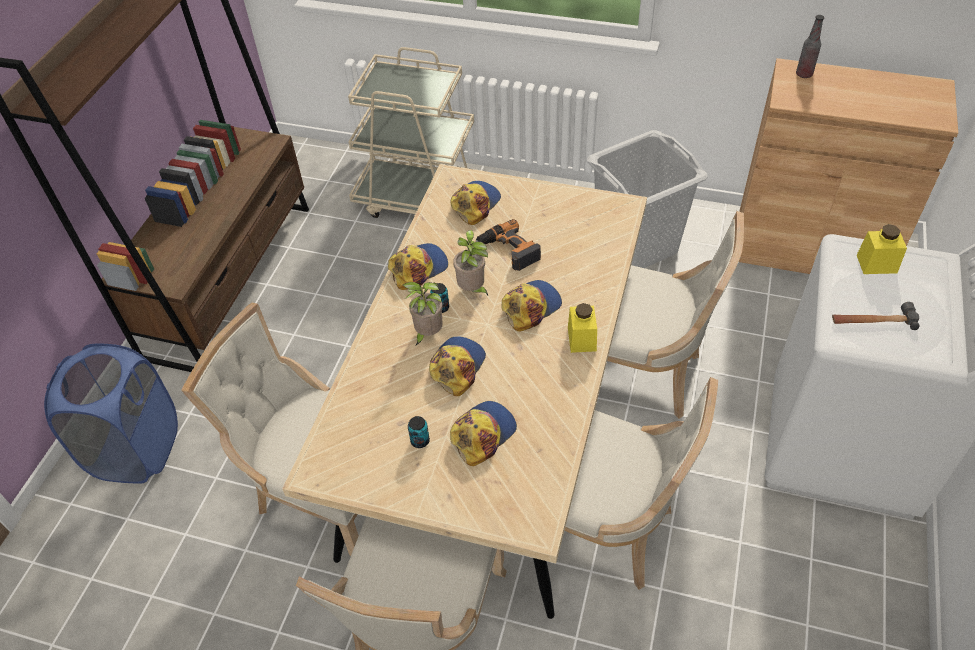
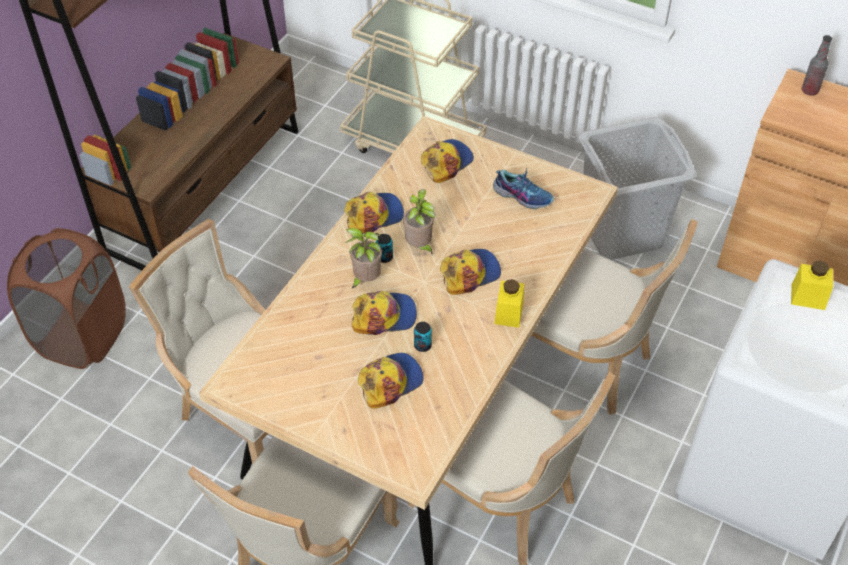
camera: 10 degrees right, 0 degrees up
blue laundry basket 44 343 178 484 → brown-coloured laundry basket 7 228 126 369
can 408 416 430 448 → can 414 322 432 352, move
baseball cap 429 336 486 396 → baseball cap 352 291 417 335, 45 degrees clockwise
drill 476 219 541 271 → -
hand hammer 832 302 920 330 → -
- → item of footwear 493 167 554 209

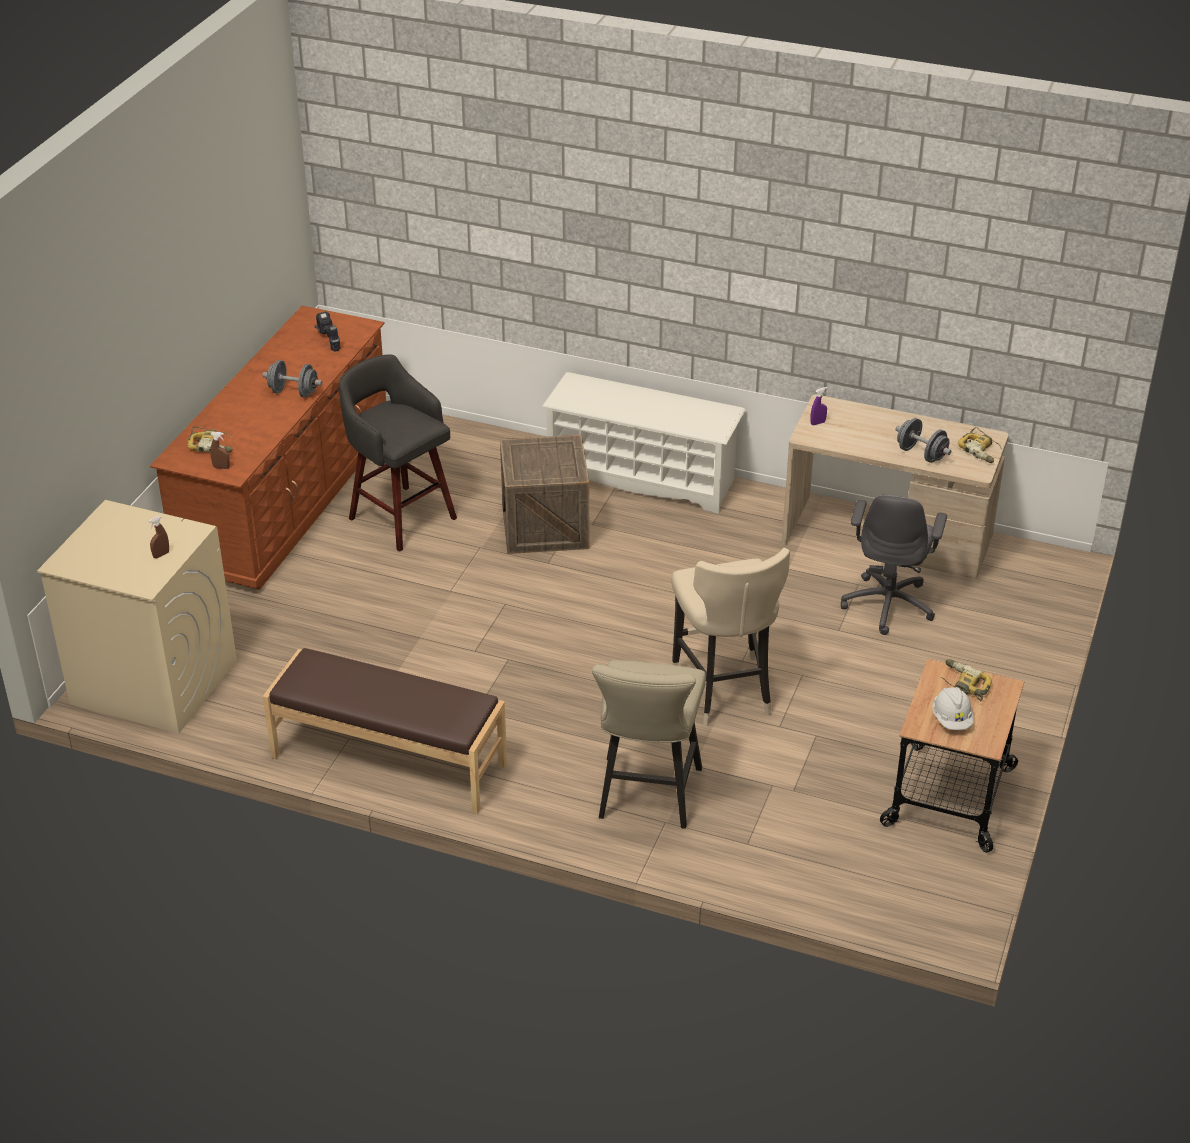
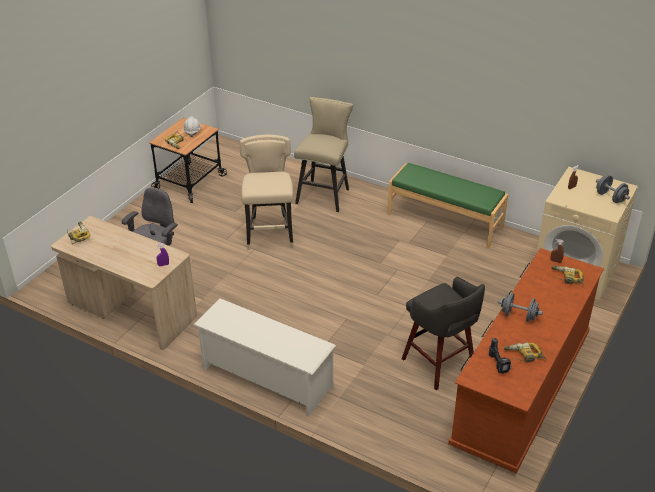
camera: 170 degrees left, 0 degrees up
brown-coloured long seat 263 648 507 814 → green long seat 387 163 508 248
shipping crate 500 435 589 554 → -
gray free weight 895 418 952 463 → gray free weight 596 175 630 203, move
- → drill 504 342 547 363

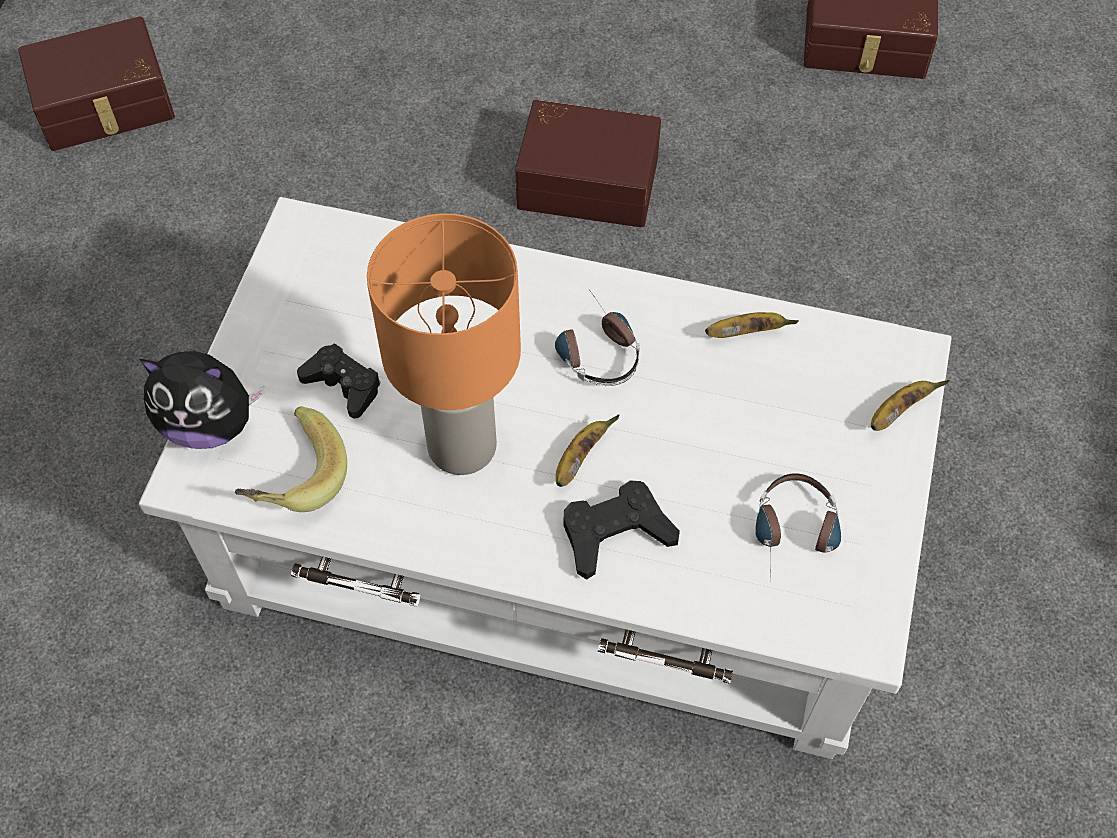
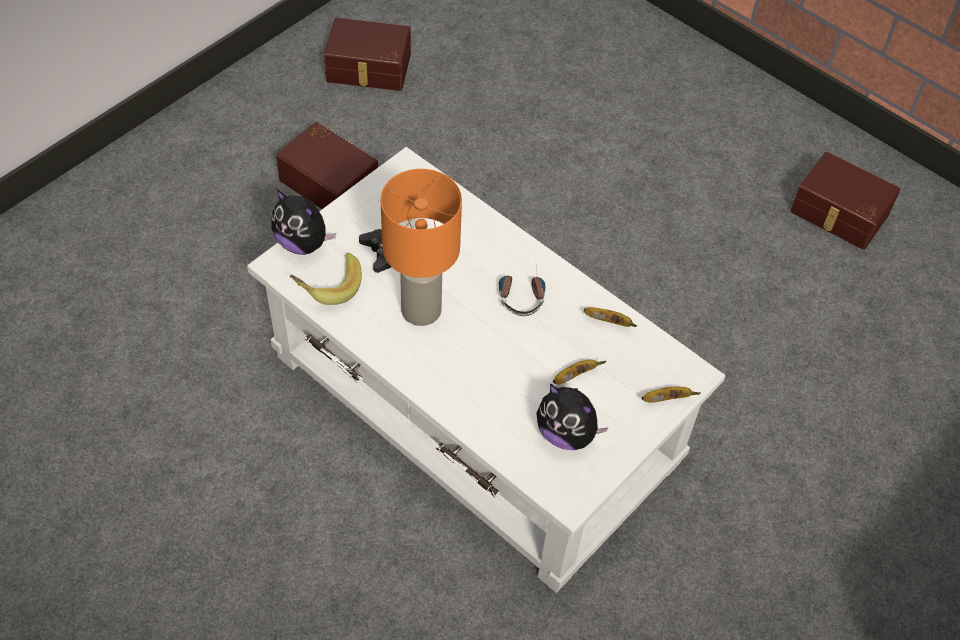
camera: 25 degrees right, 5 degrees down
brown-coloured storage container 515 100 661 228 → brown-coloured storage container 276 122 378 209, move
whole banana 556 415 620 487 → whole banana 553 359 606 384, move
black-coloured joypad 564 481 680 580 → -
headphones 755 473 841 569 → plush toy 536 384 609 450

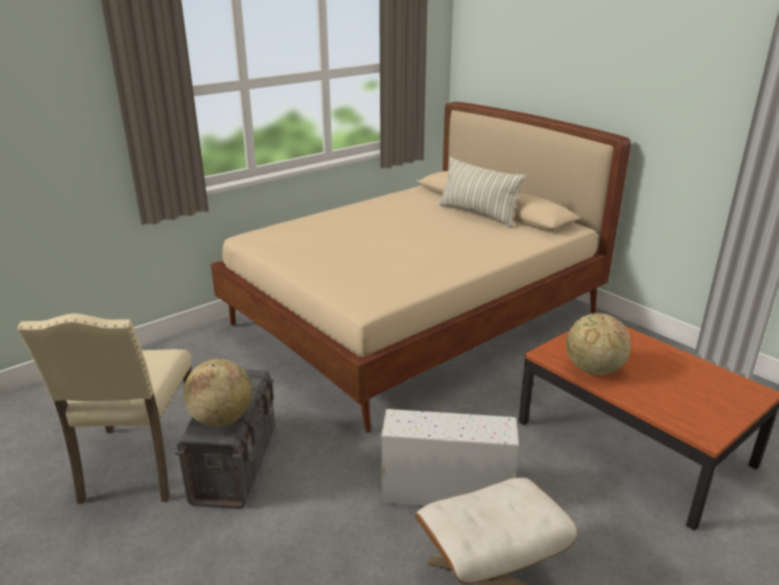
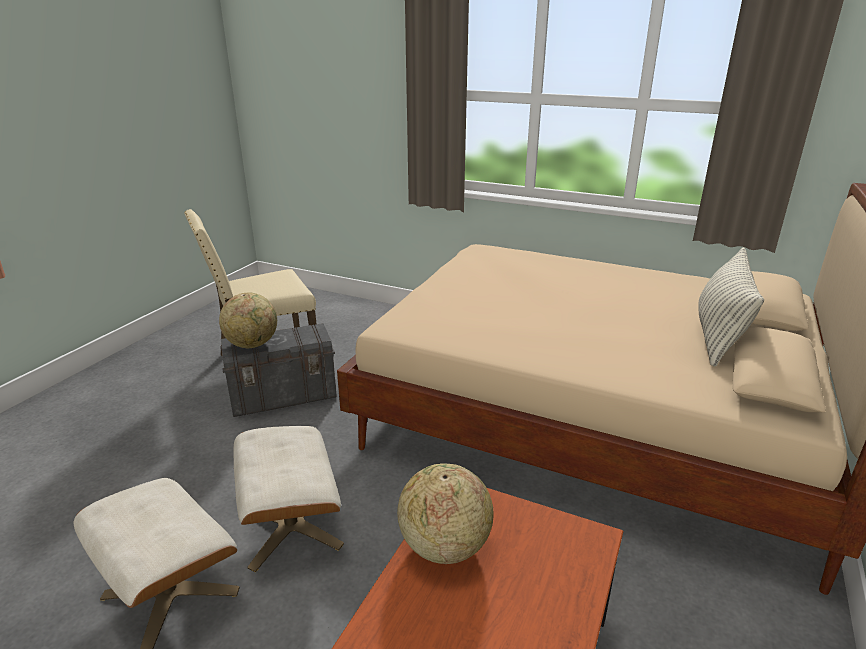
camera: 65 degrees right, 0 degrees up
white storage container 381 409 519 506 → beige-coloured footrest 234 426 344 572

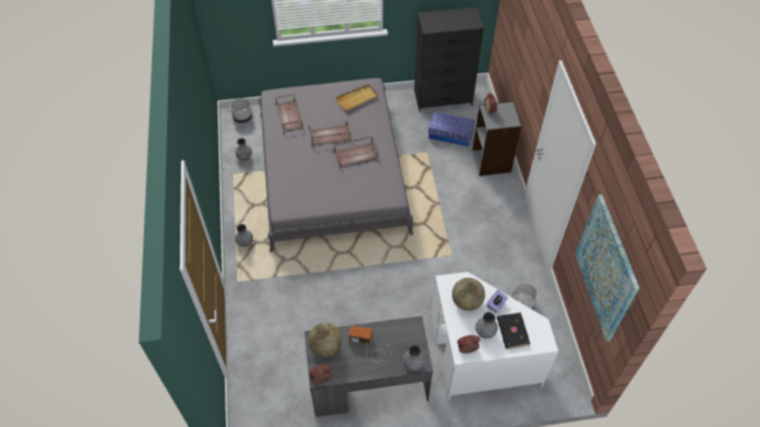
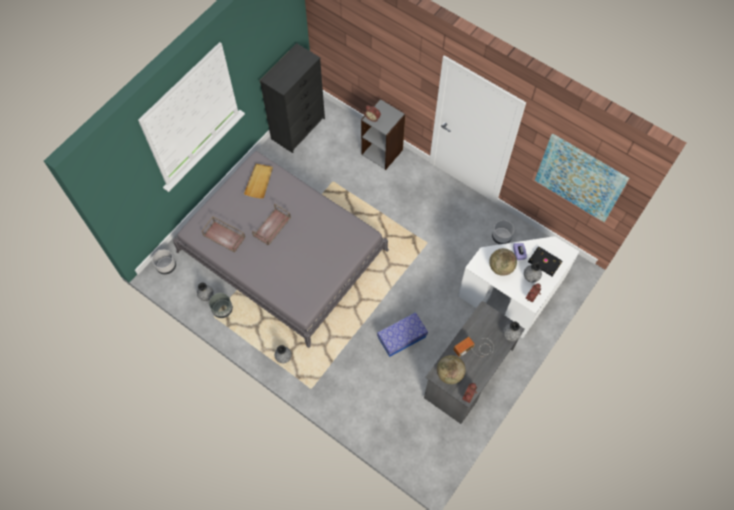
camera: 45 degrees left, 10 degrees up
brown-coloured carrying tray 334 136 378 167 → -
storage container 428 112 475 147 → storage container 377 312 428 357, move
- → gray planter 209 293 233 318

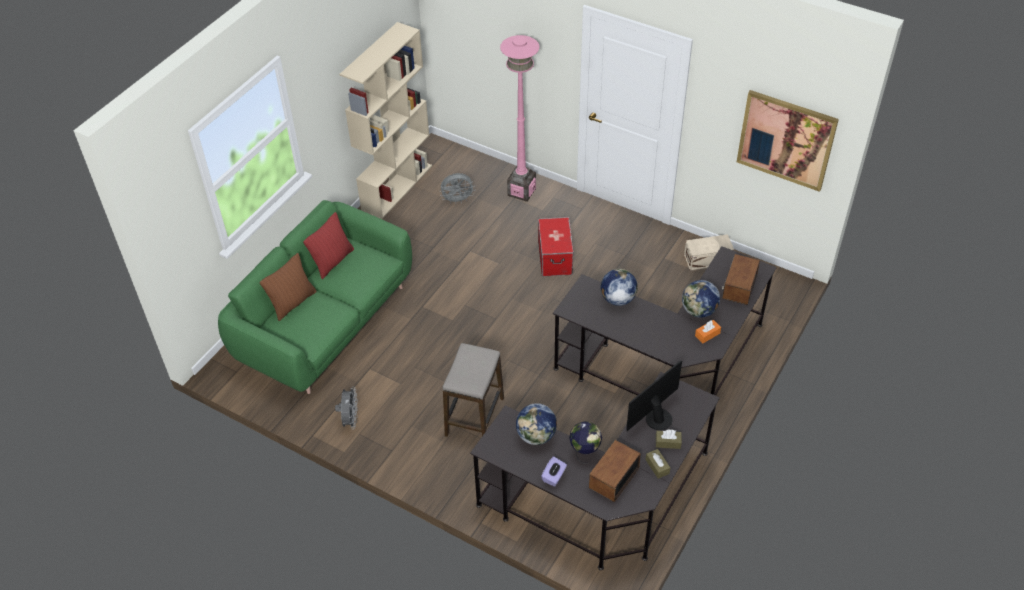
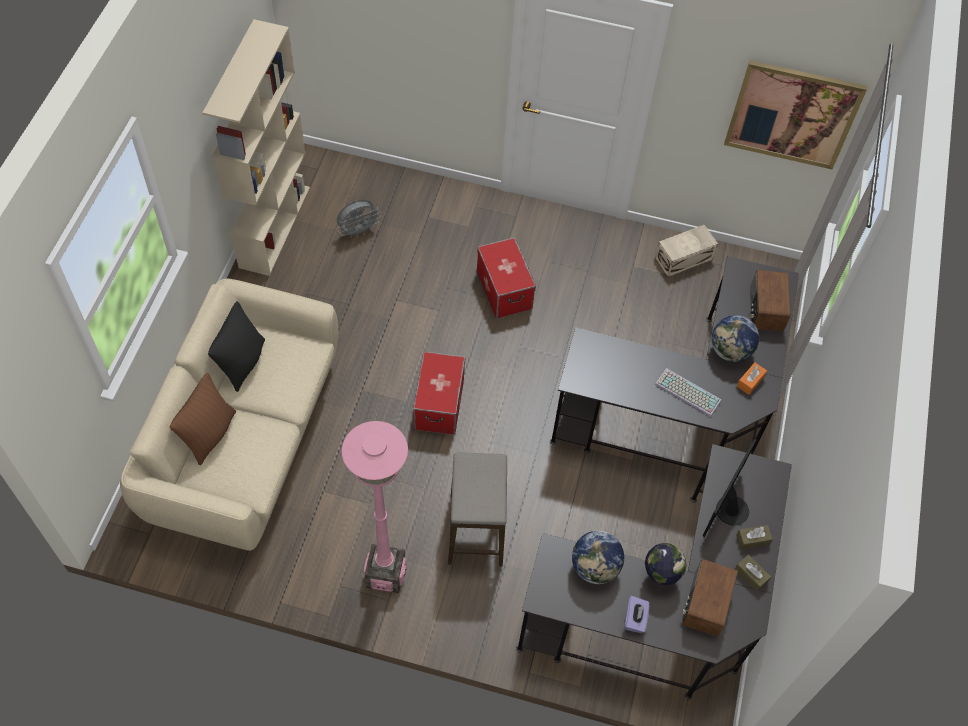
camera: 20 degrees left, 10 degrees up
green settee 218 200 412 394 → beige-coloured settee 120 279 338 551
red-coloured pillow 303 212 354 279 → black-coloured pillow 208 301 265 392
gray cooling fan 335 388 358 428 → -
pink standard lamp 500 35 539 202 → pink standard lamp 341 421 408 593, move
world globe 601 269 638 306 → -
- → storage container 413 351 465 435
- → PC keyboard 655 368 721 417

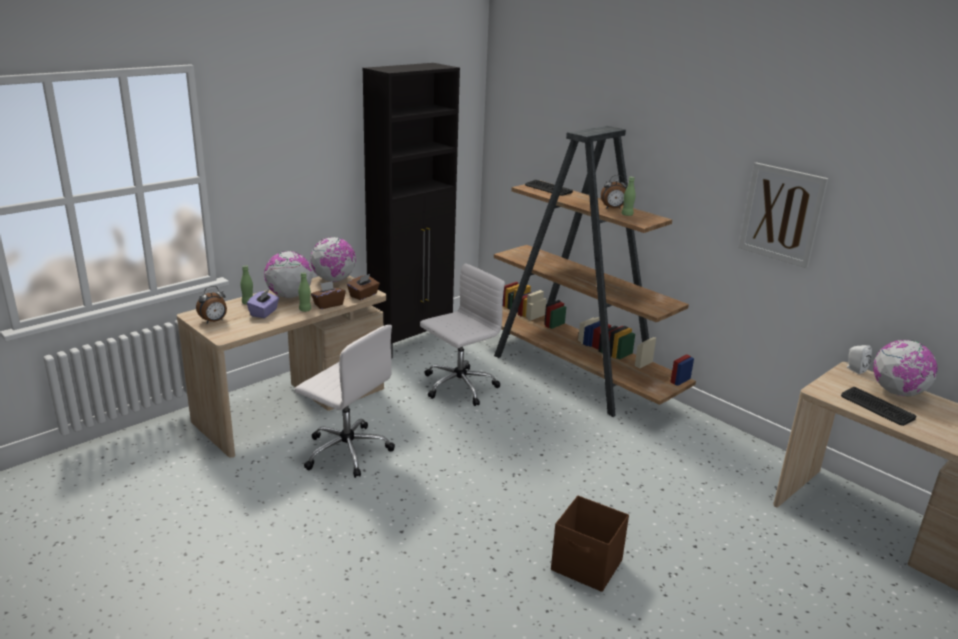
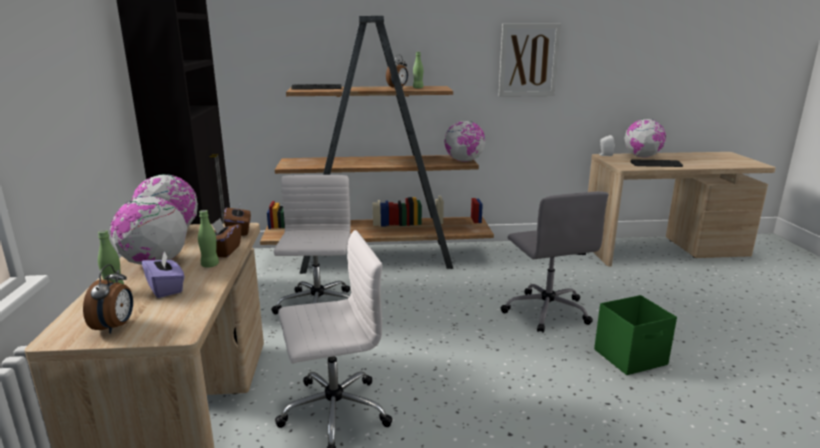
camera: 50 degrees left, 5 degrees down
brown-coloured storage container 551 495 629 592 → green storage container 594 295 677 375
- → world globe 444 121 485 162
- → gray office chair 501 191 609 333

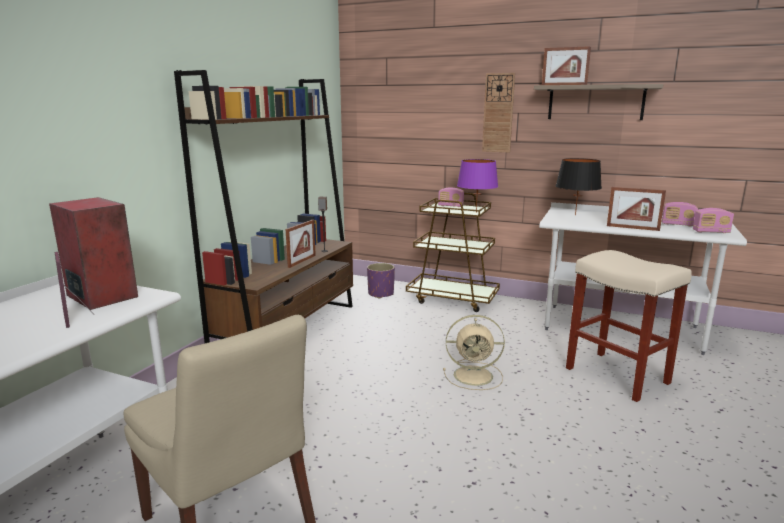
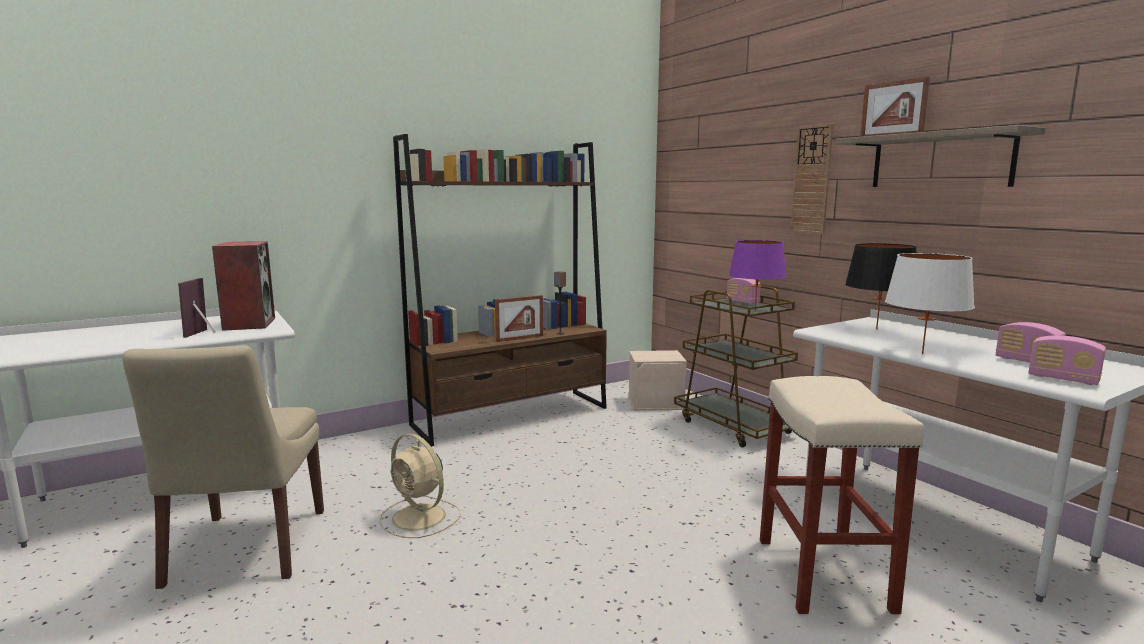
camera: 35 degrees right, 5 degrees down
purple planter 367 263 395 299 → beige-coloured storage container 628 350 687 411
beige-coloured cooling fan 443 315 505 390 → beige-coloured cooling fan 379 433 461 538, move
standing frame 607 187 666 231 → white tabletop lamp 885 253 975 354

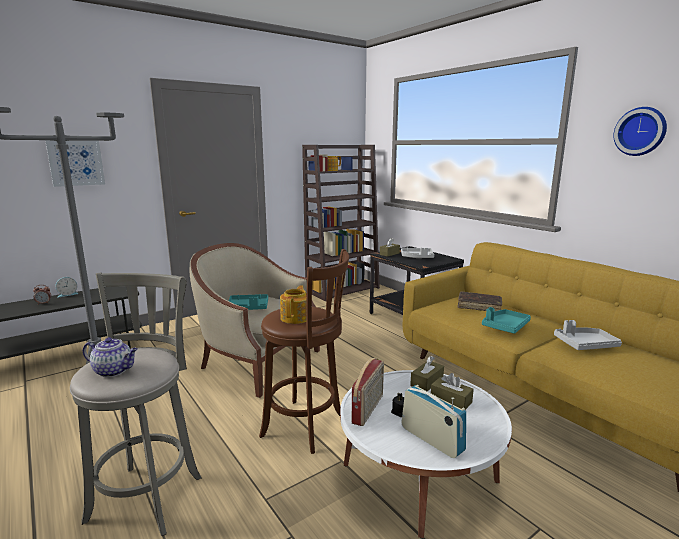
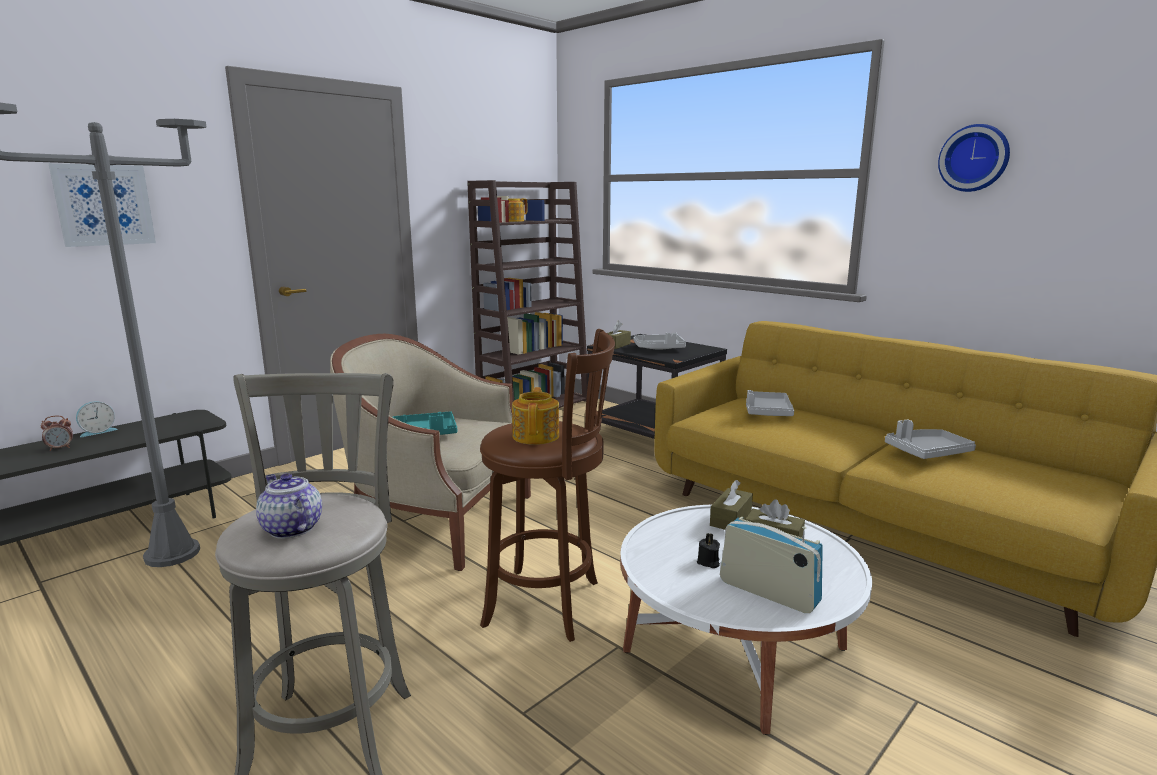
camera: 10 degrees left, 0 degrees up
teapot 83 337 138 377 → teapot 256 473 322 539, 135 degrees counterclockwise
radio 352 358 384 426 → -
brown-coloured volume 458 291 502 311 → gray carrying tray 746 390 794 416
blue-green carrying tray 482 307 531 334 → -

